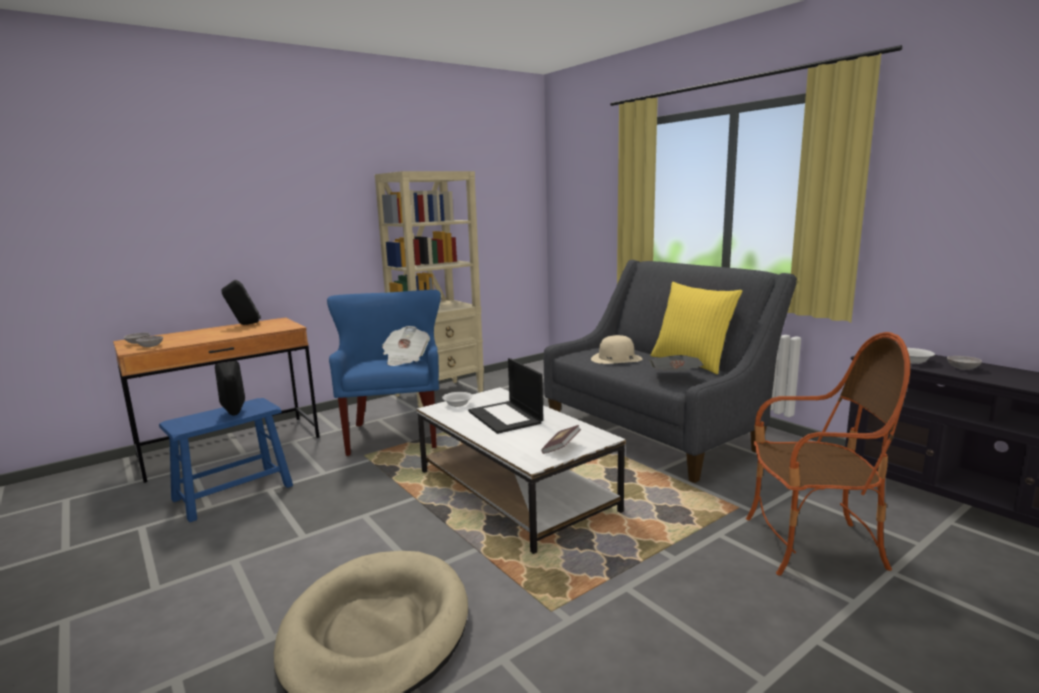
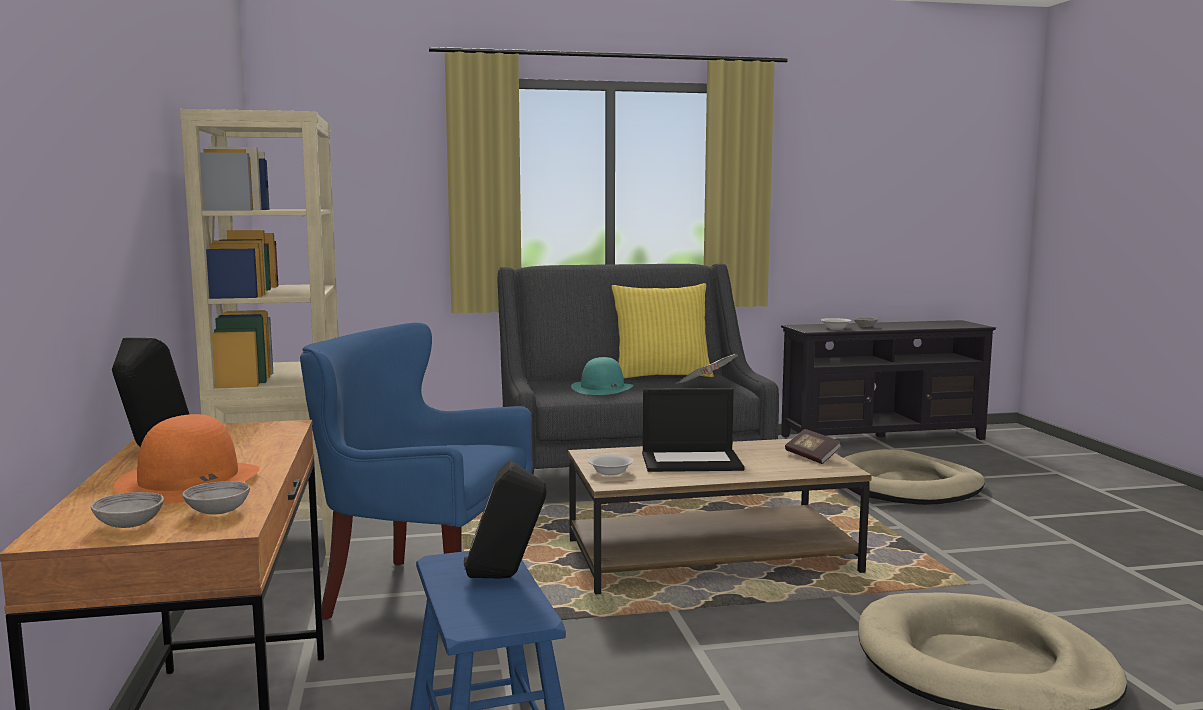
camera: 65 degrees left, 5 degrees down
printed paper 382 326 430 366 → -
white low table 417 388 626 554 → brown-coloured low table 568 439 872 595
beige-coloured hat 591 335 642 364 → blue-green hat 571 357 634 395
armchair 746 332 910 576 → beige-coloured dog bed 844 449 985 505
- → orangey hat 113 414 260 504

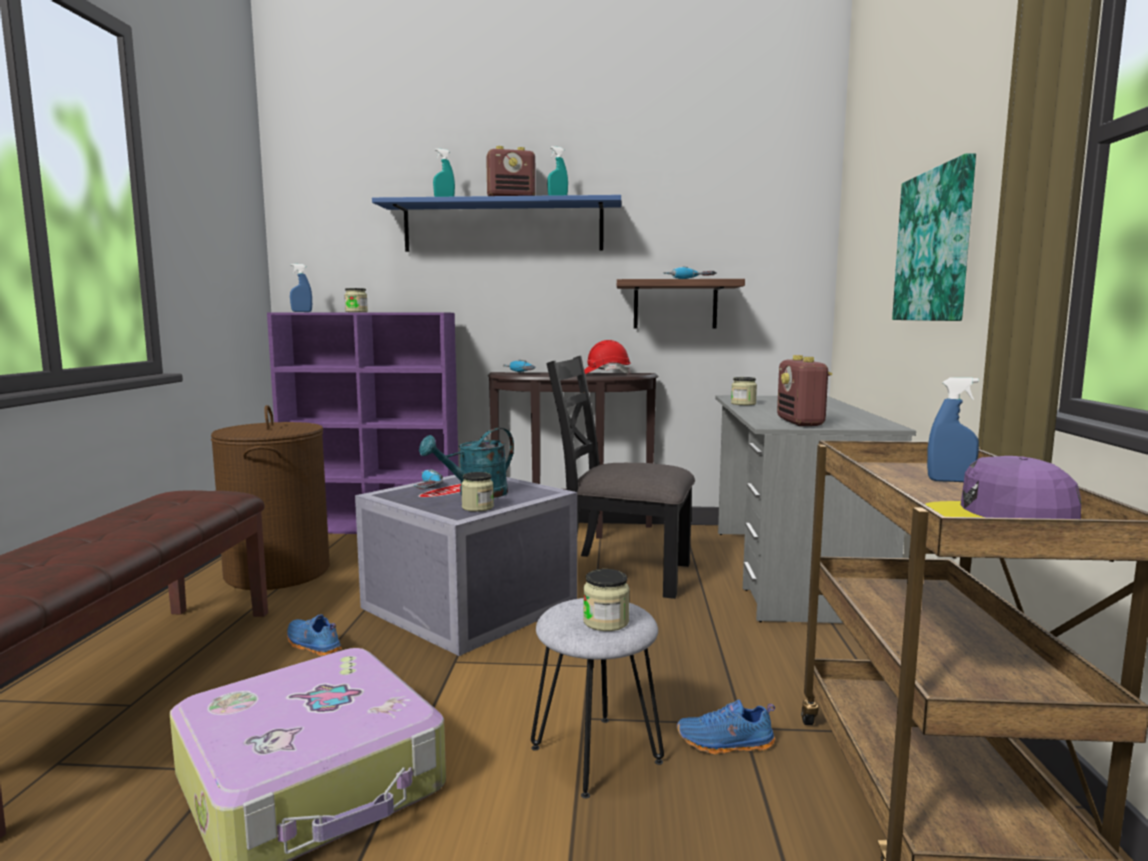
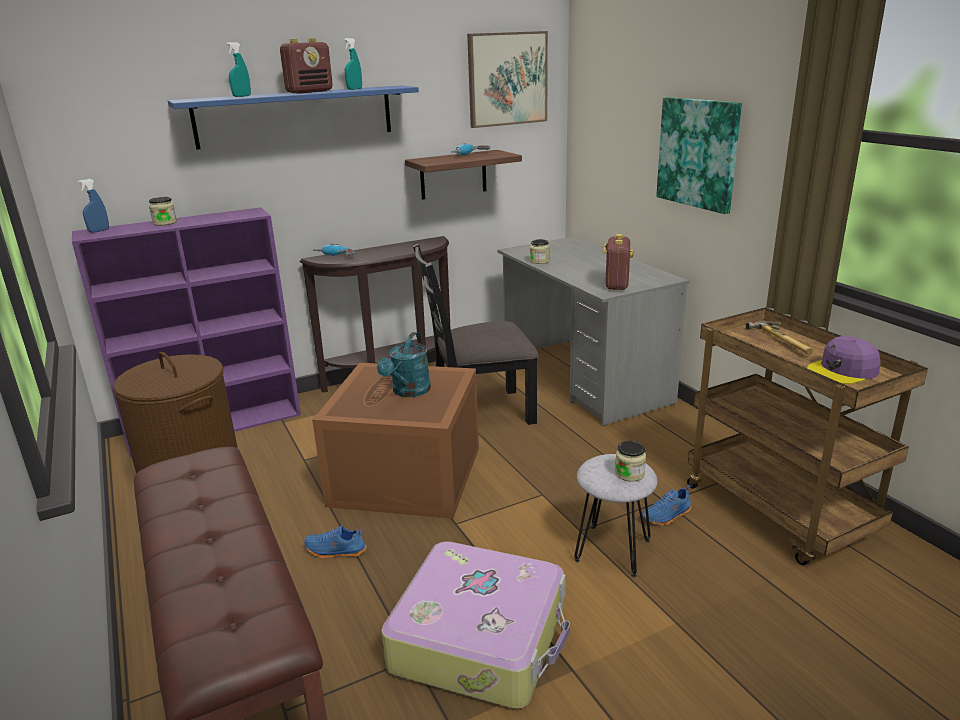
camera: 30 degrees left, 15 degrees up
gray storage container 355 475 577 656 → brown-coloured storage container 312 363 479 519
drill 413 469 443 489 → -
jar 461 472 494 512 → -
red-coloured hard hat 584 340 631 374 → -
radio 777 355 832 426 → radio 603 234 634 290, 135 degrees counterclockwise
blue hand sprayer 927 377 979 482 → hand hammer 746 321 814 354
- → wall art 467 31 548 128

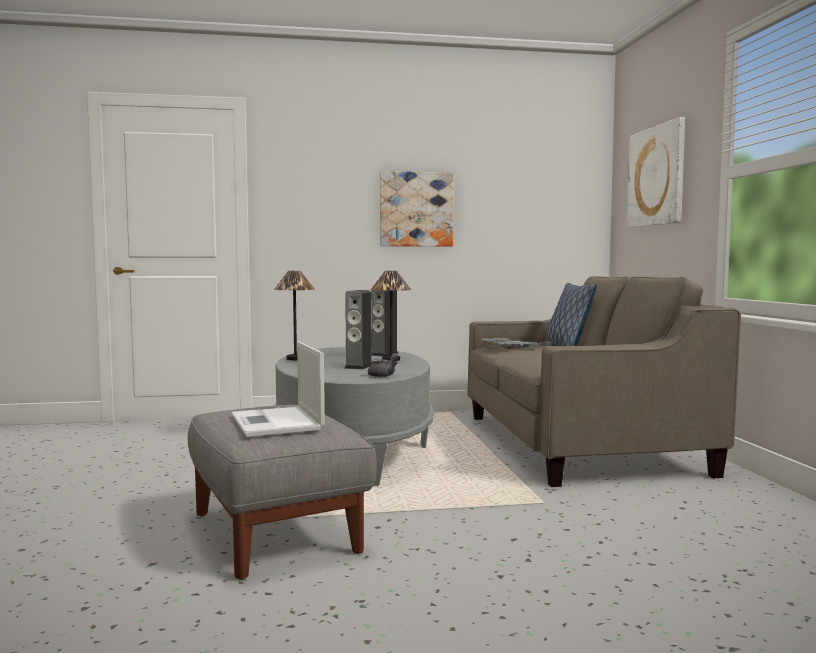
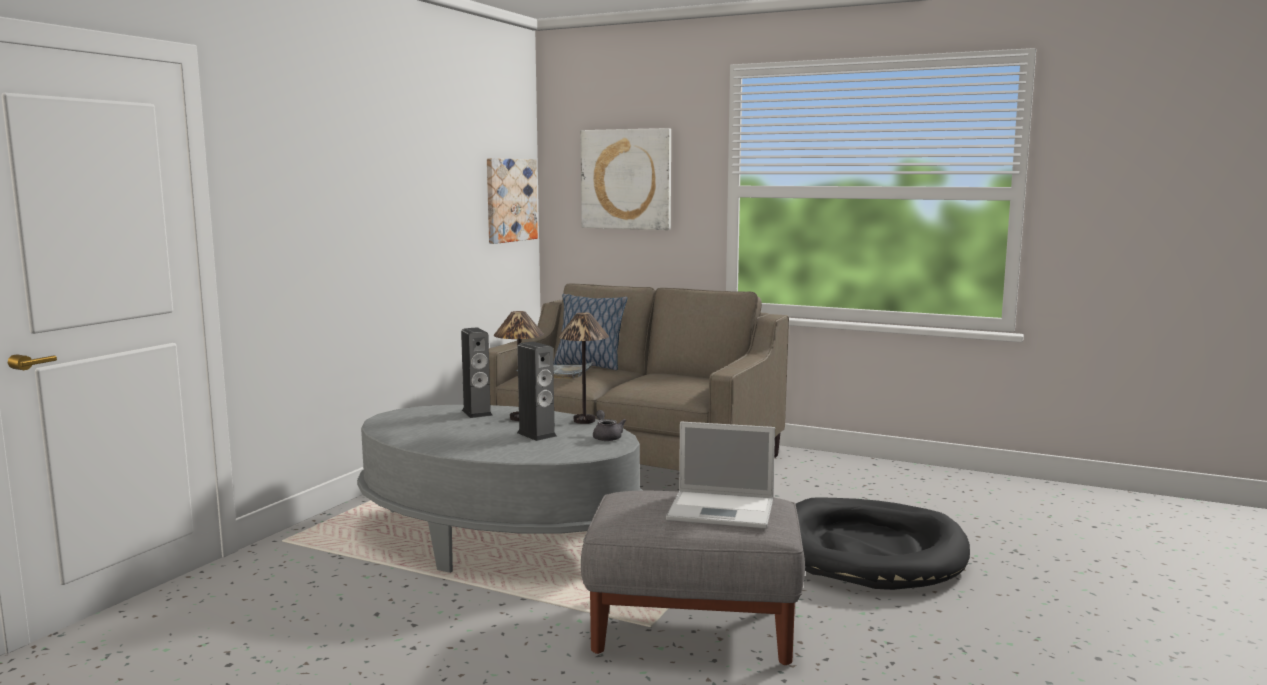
camera: 55 degrees left, 5 degrees up
tabletop lamp 274 271 315 360 → tabletop lamp 558 312 609 424, move
wall art 380 171 453 247 → wall art 487 158 538 244, move
- → black-coloured dog bed 796 497 970 590

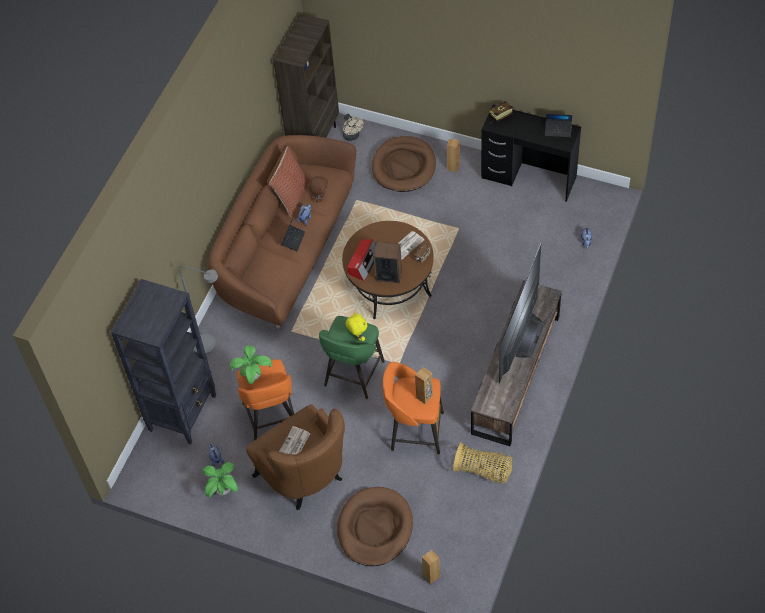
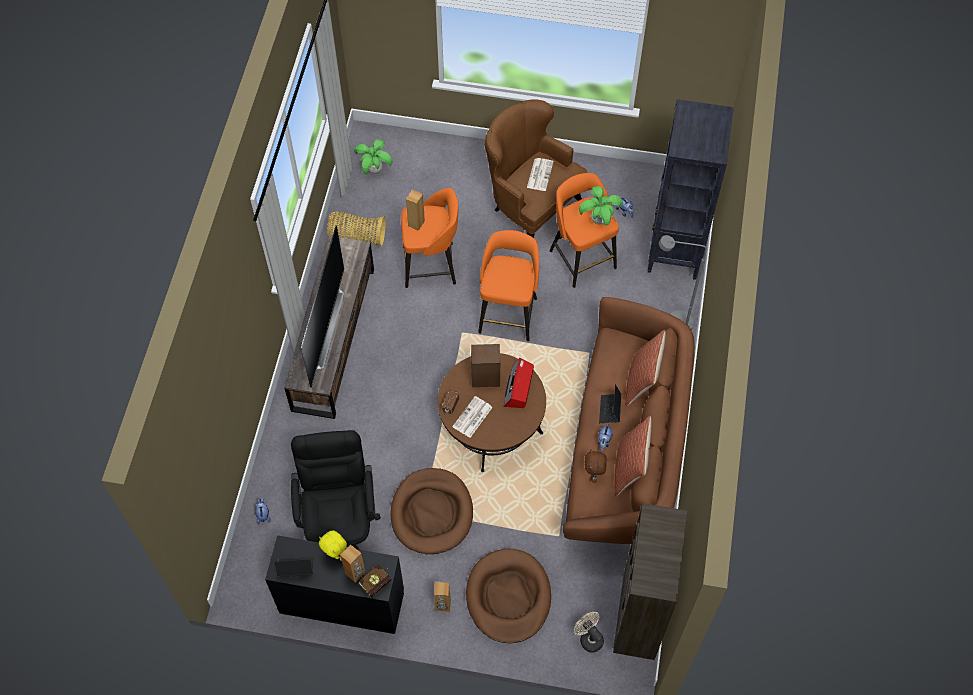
camera: 165 degrees right, 5 degrees up
houseplant 203 462 238 498 → houseplant 354 139 393 174, move
green sitting stool 319 316 385 399 → orangey sitting stool 478 230 539 341
brown-coloured dog bed 337 487 413 566 → brown-coloured dog bed 391 468 473 554, move
yellow plush toy 345 312 367 341 → yellow plush toy 319 530 347 561, move
brown-coloured audio speaker 422 550 440 584 → brown-coloured audio speaker 340 544 365 582, move
- → black-coloured office chair 291 430 381 550
- → pillow 625 330 666 406

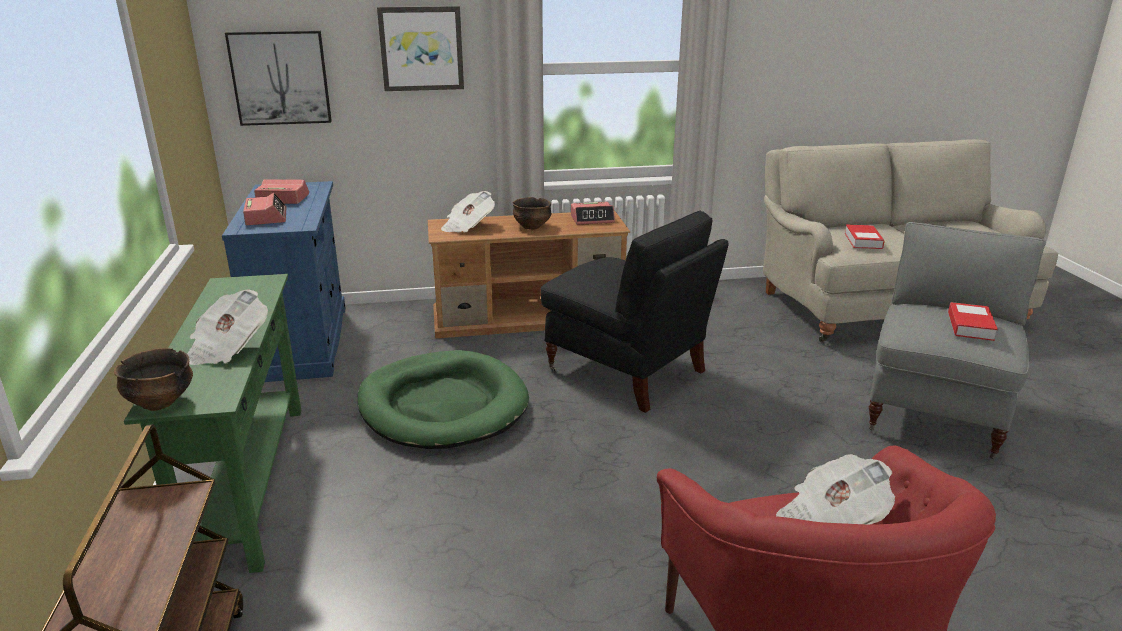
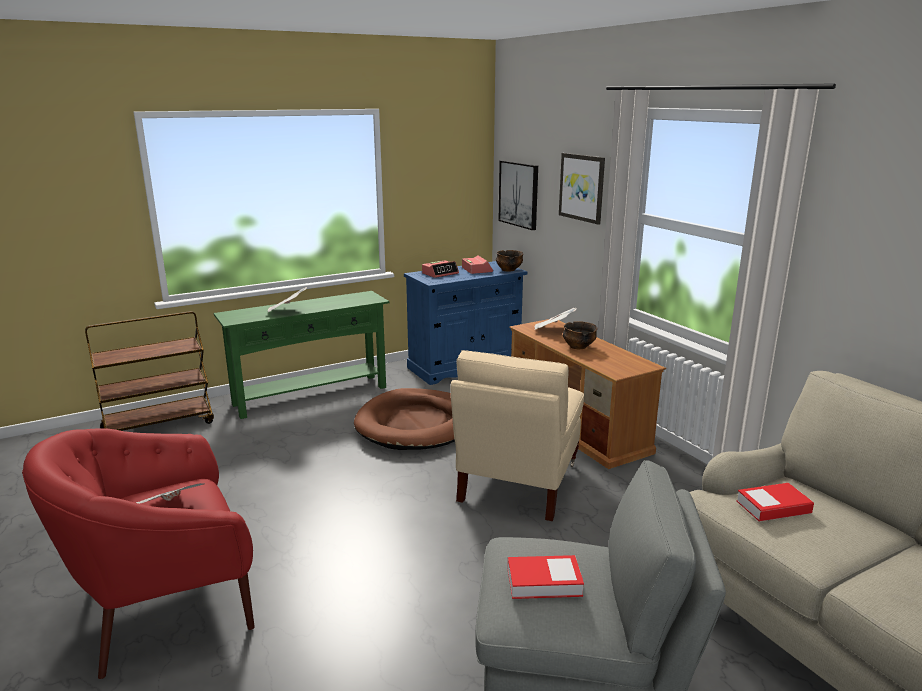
camera: 70 degrees right, 5 degrees down
deep dish 114 348 193 411 → deep dish 496 250 523 272, move
green dog bed 358 350 529 449 → brown-coloured dog bed 354 388 455 450
black-coloured armchair 540 211 728 413 → beige-coloured armchair 450 350 584 521
table clock 571 202 615 225 → -

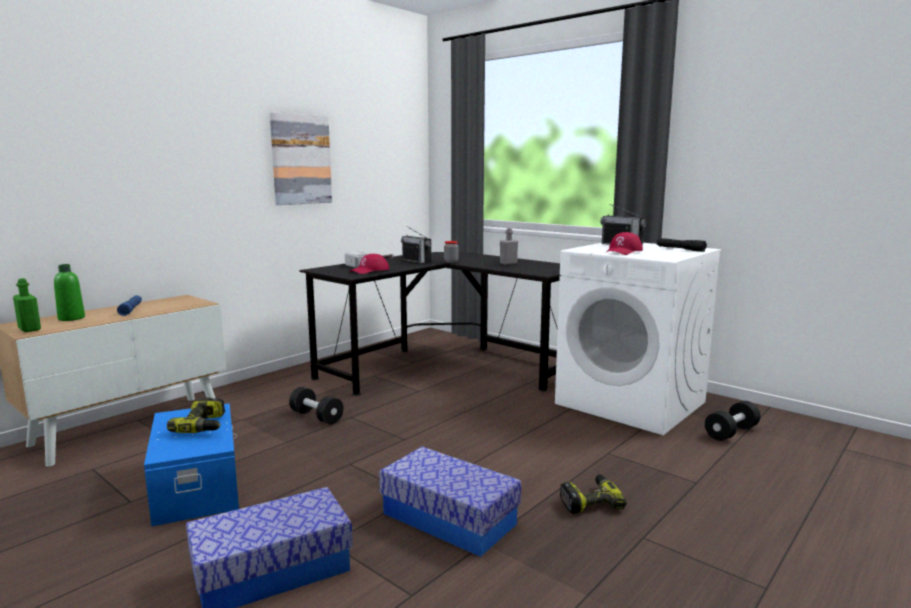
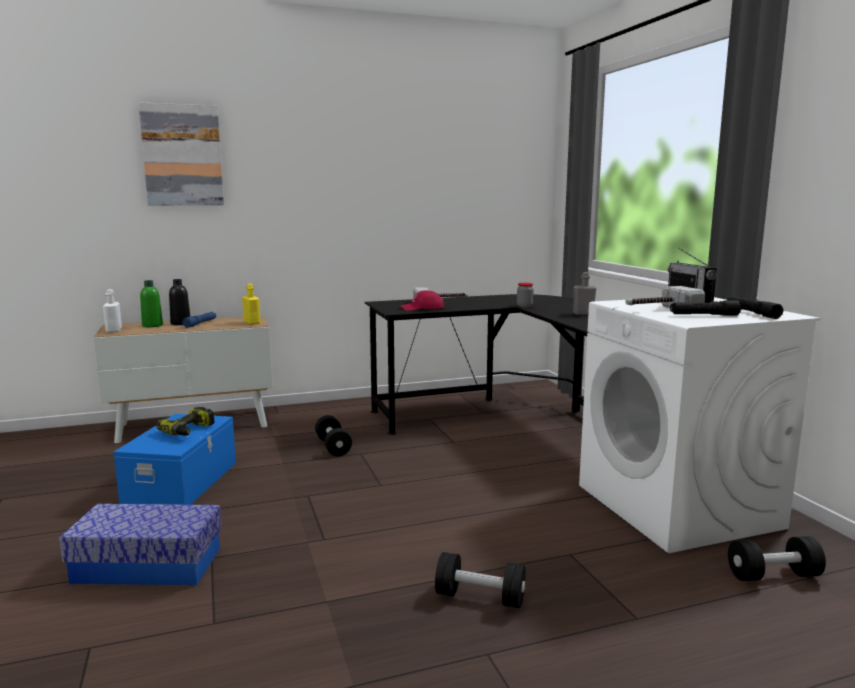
camera: 30 degrees right, 0 degrees up
green drink bottle 13 278 41 332 → white drink bottle 103 289 122 333
wall art 270 112 332 205 → wall art 139 102 224 205, move
storage container 379 447 521 557 → -
radio 401 226 431 264 → -
drill 560 474 627 514 → black-coloured free weight 435 552 526 608
red-coloured baseball cap 605 232 643 255 → hand hammer 625 286 705 308
- → black-coloured drink bottle 169 279 190 325
- → yellow drink bottle 242 284 260 325
- → black-coloured flashlight 670 300 741 316

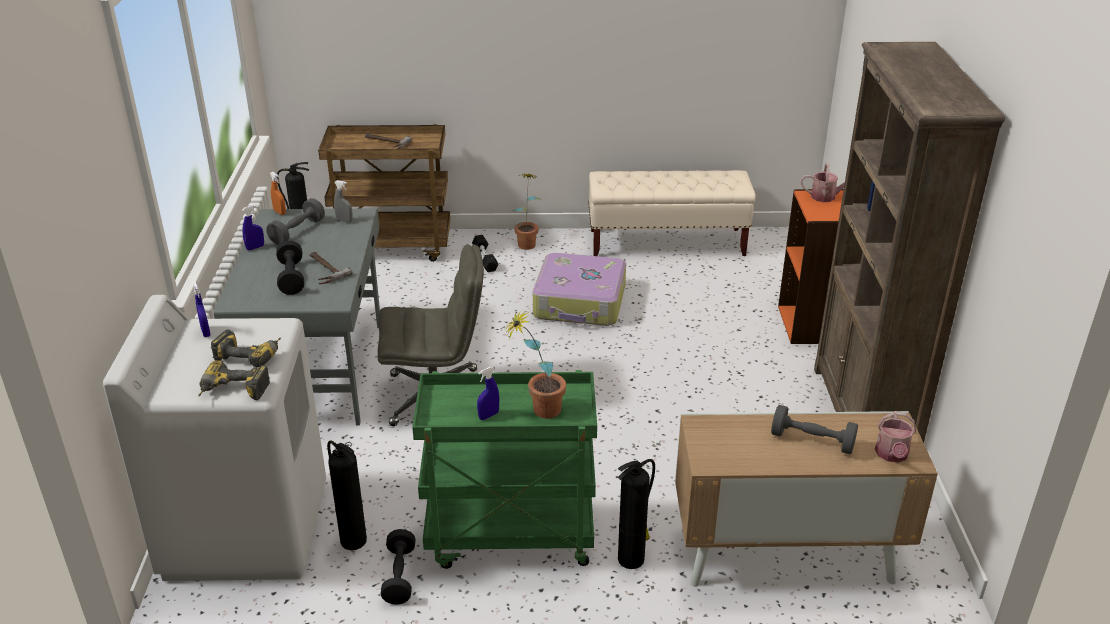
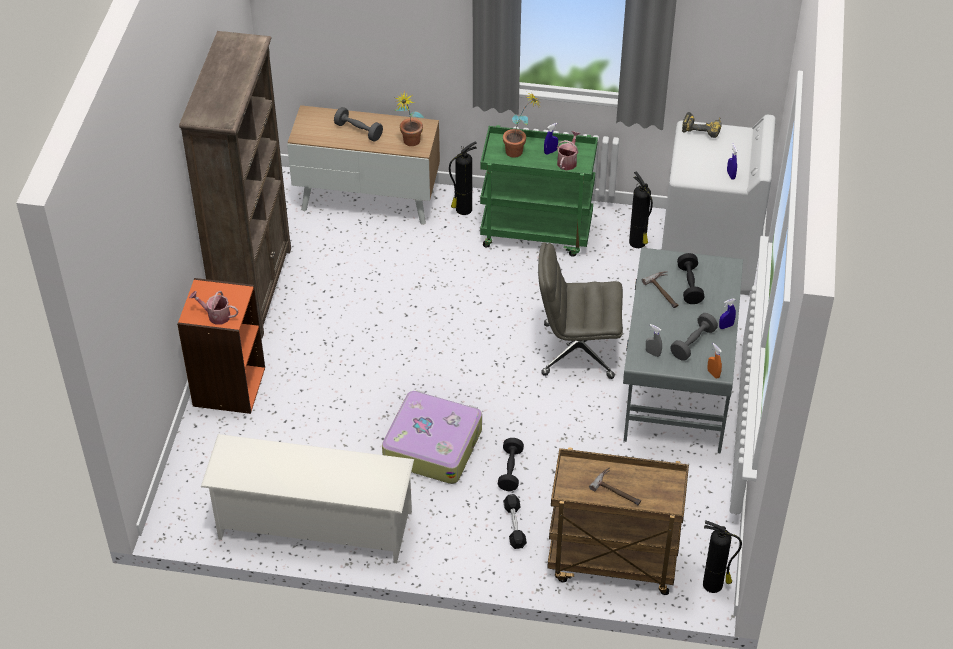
camera: 170 degrees left, 15 degrees up
drill 211 329 281 367 → -
black-coloured free weight 381 529 416 605 → black-coloured free weight 498 438 524 491, move
houseplant 513 174 542 250 → houseplant 394 90 424 146, move
beige-coloured long seat 588 170 756 256 → white shoe rack 201 434 414 563
sprinkling can 875 411 916 463 → sprinkling can 557 131 580 170, move

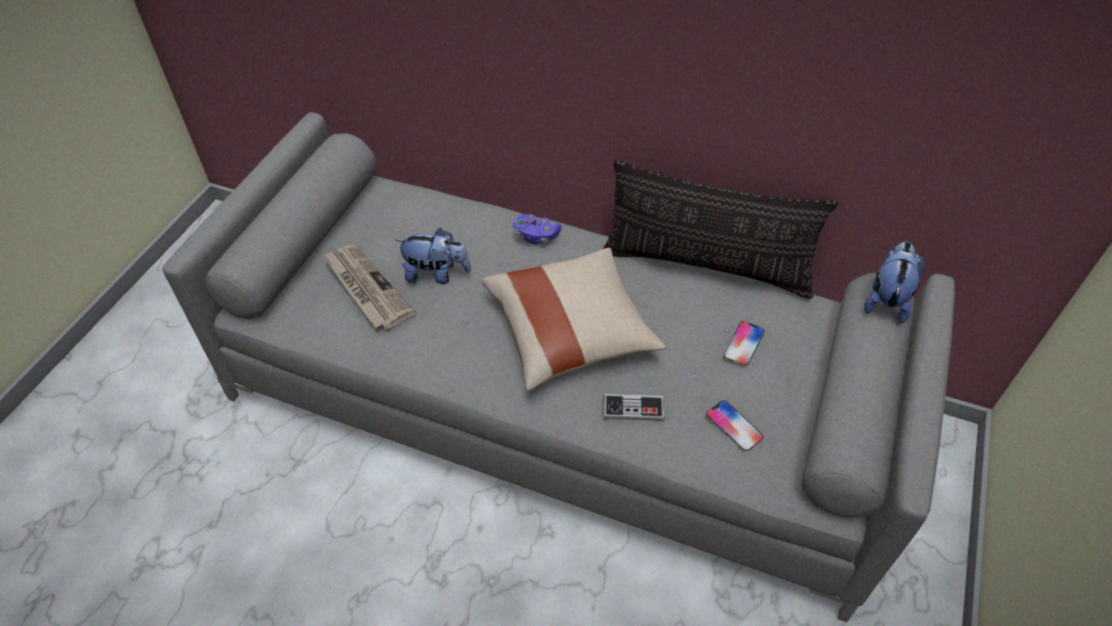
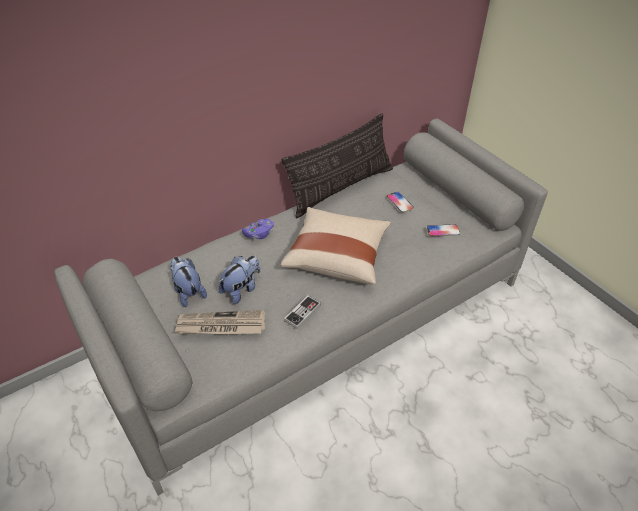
camera: 55 degrees left, 5 degrees down
joypad 604 394 665 421 → joypad 284 296 321 329, move
plush toy 864 242 925 324 → plush toy 170 257 207 307, move

